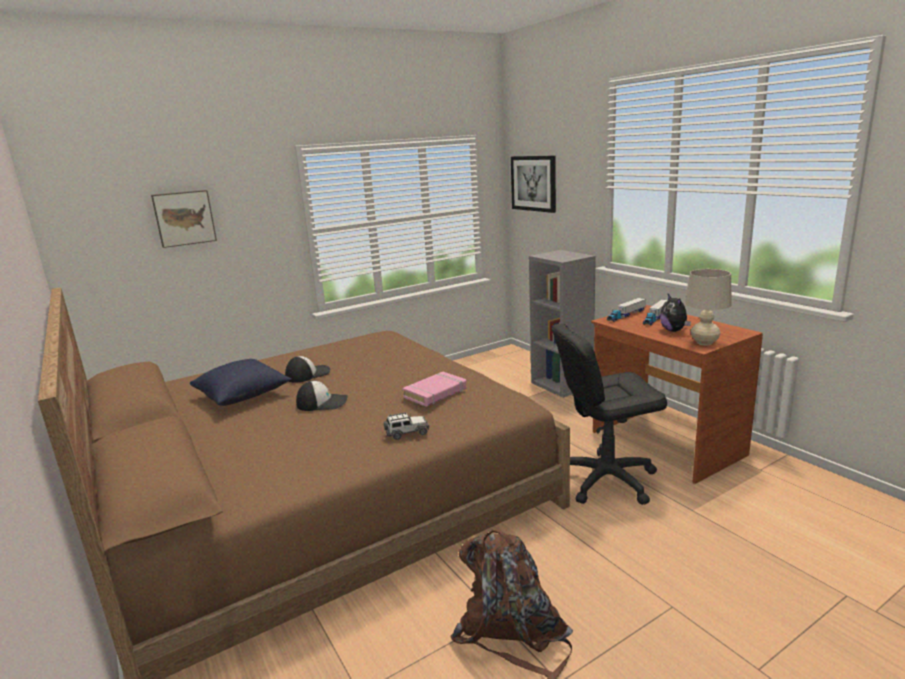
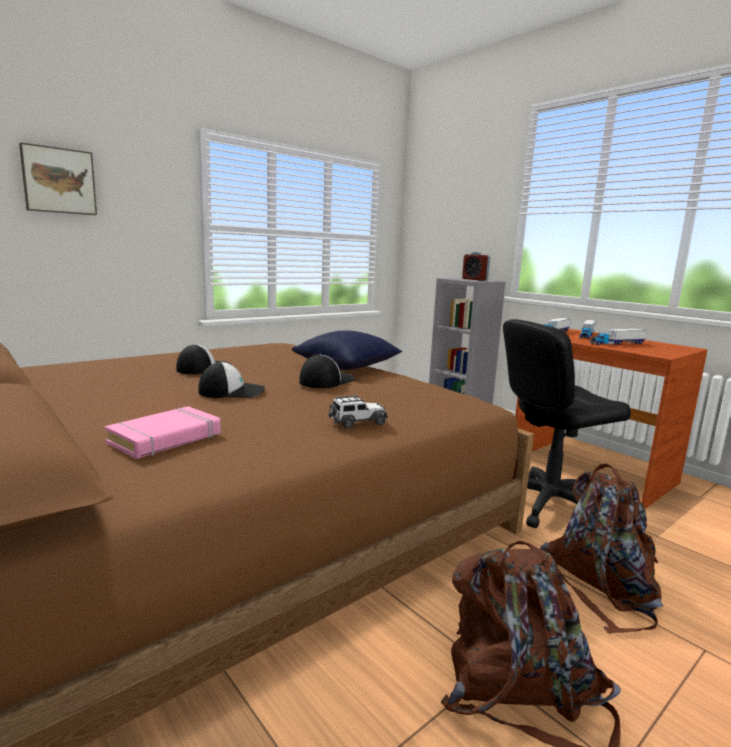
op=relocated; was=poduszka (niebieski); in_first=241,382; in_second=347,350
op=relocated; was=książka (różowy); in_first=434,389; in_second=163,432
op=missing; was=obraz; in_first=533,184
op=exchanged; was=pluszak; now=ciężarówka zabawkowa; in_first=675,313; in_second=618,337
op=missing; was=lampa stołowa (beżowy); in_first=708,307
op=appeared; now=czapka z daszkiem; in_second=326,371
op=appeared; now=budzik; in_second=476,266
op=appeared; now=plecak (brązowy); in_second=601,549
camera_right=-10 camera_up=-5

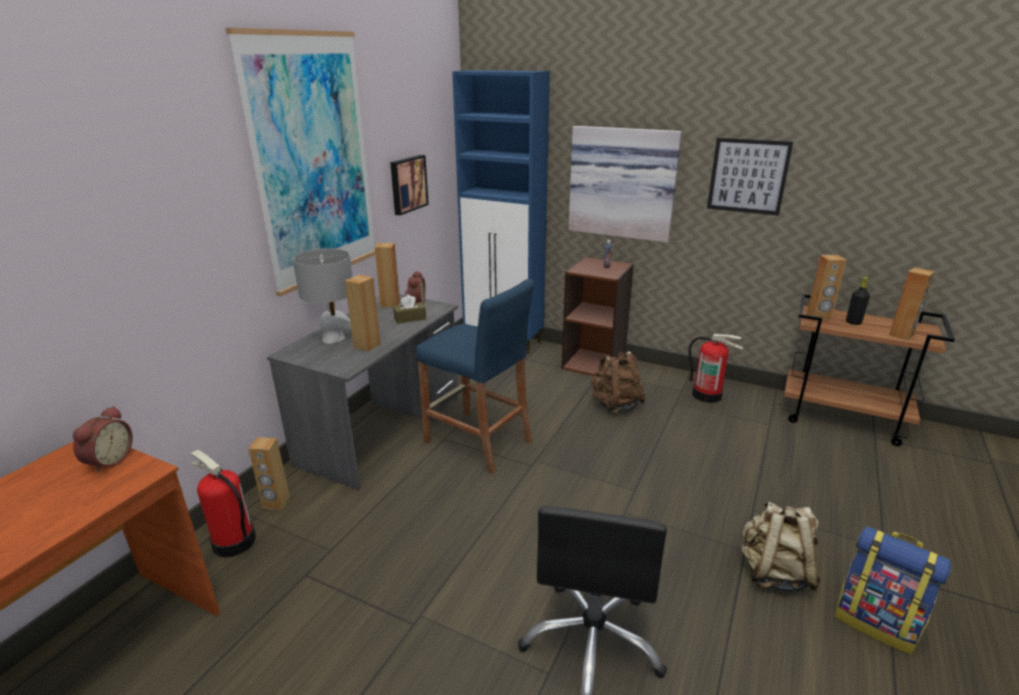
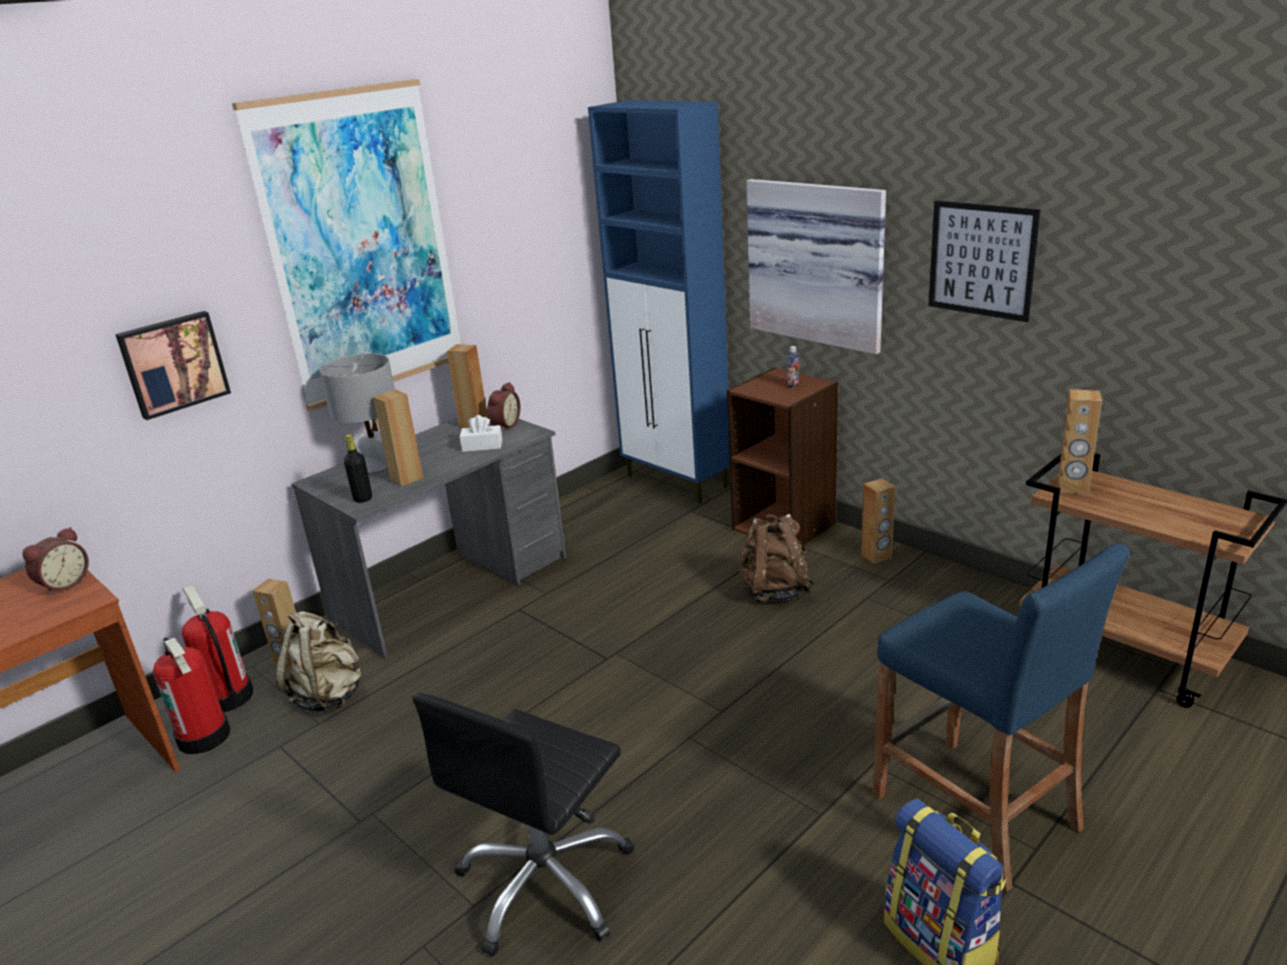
op=relocated; was=obraz; in_first=409,185; in_second=173,365
op=colour; was=pudełko chusteczek (brązowy); now=pudełko chusteczek (biały); in_first=409,309; in_second=481,433
op=relocated; was=stołek (niebieski); in_first=475,376; in_second=1001,717
op=relocated; was=gaśnica; in_first=716,368; in_second=191,696
op=relocated; was=plecak (beżowy); in_first=782,546; in_second=318,661
op=relocated; was=butelka (czarny); in_first=858,301; in_second=358,468
op=relocated; was=głośnik (brązowy); in_first=912,303; in_second=878,521
camera_right=20 camera_up=0

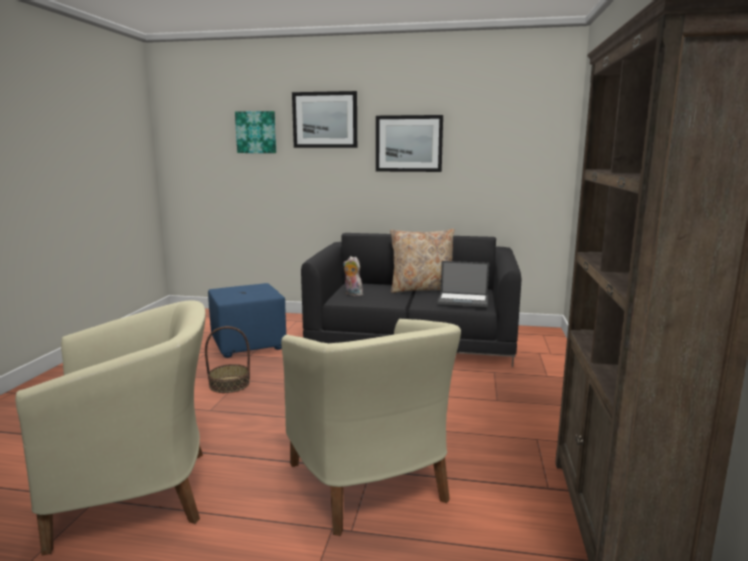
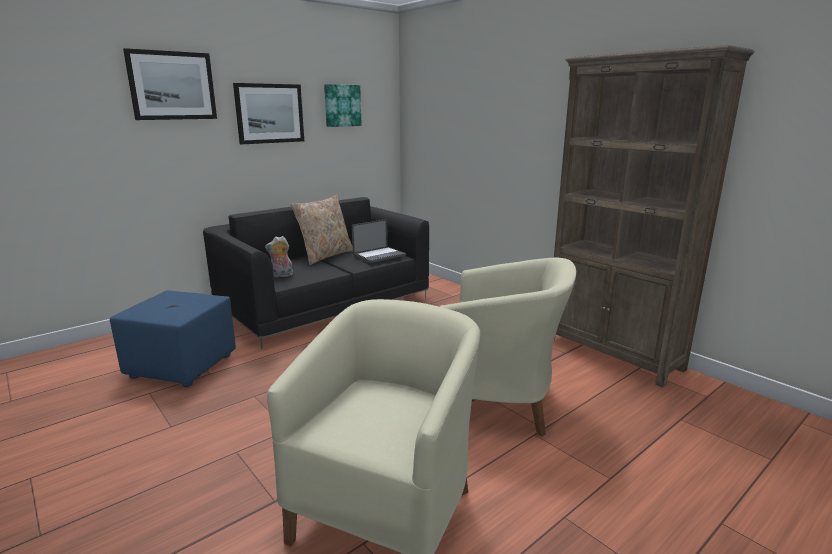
op=missing; was=koszyk; in_first=227,359
op=relocated; was=obraz; in_first=255,132; in_second=343,105
camera_right=-50 camera_up=5

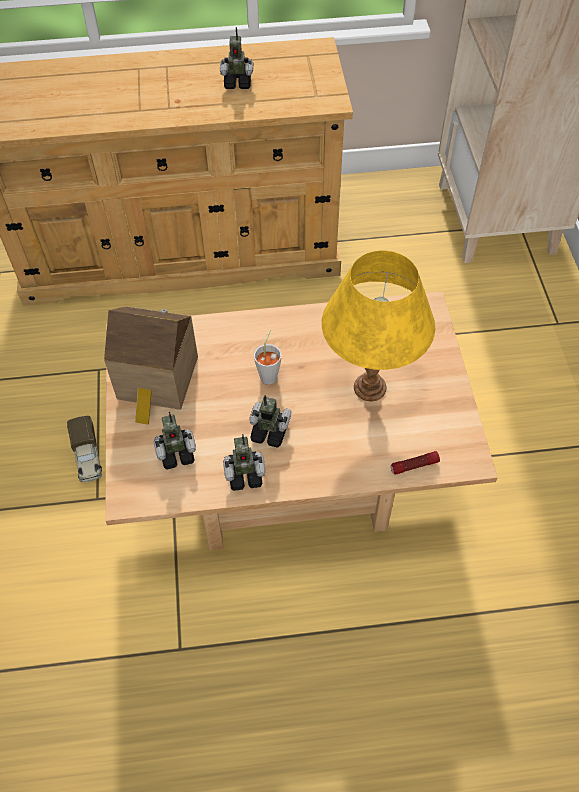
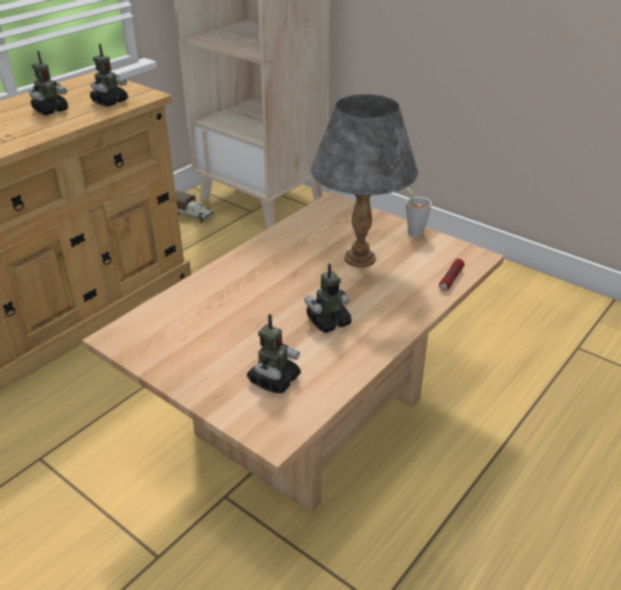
op=relocated; was=ciężarówka zabawkowa; in_first=84,449; in_second=194,206
op=missing; was=domek; in_first=151,365
op=relocated; was=robot zabawkowy; in_first=244,462; in_second=109,75
op=relocated; was=filiżanka (szary); in_first=268,357; in_second=419,212
op=colour; was=lampa stołowa (żółty); now=lampa stołowa (szary); in_first=378,325; in_second=364,180
camera_right=-45 camera_up=-20

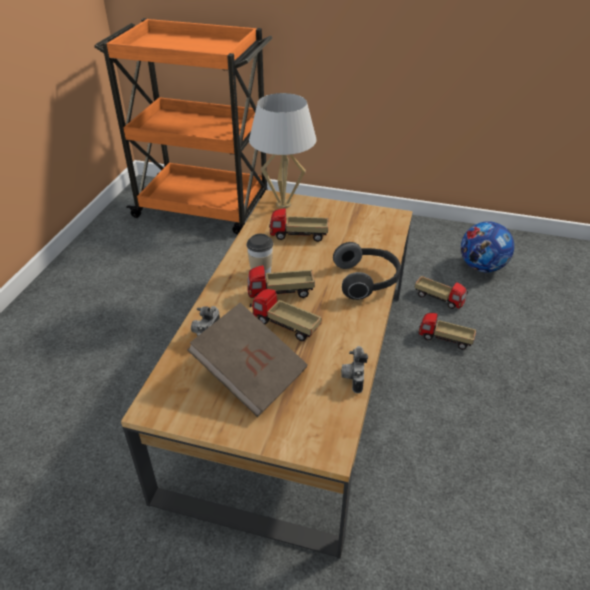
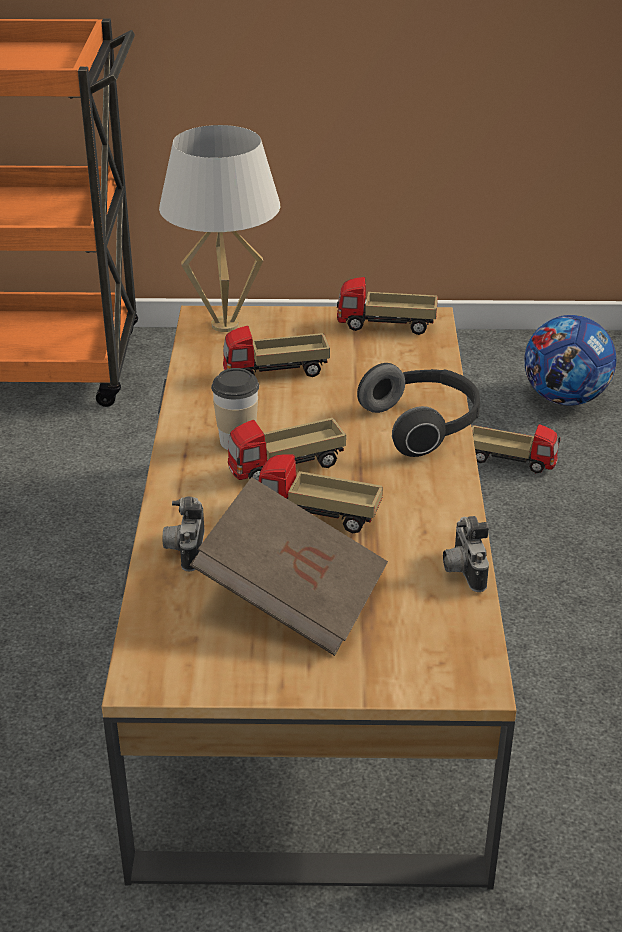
op=relocated; was=ciężarówka zabawkowa; in_first=447,331; in_second=387,306
camera_right=-15 camera_up=-5

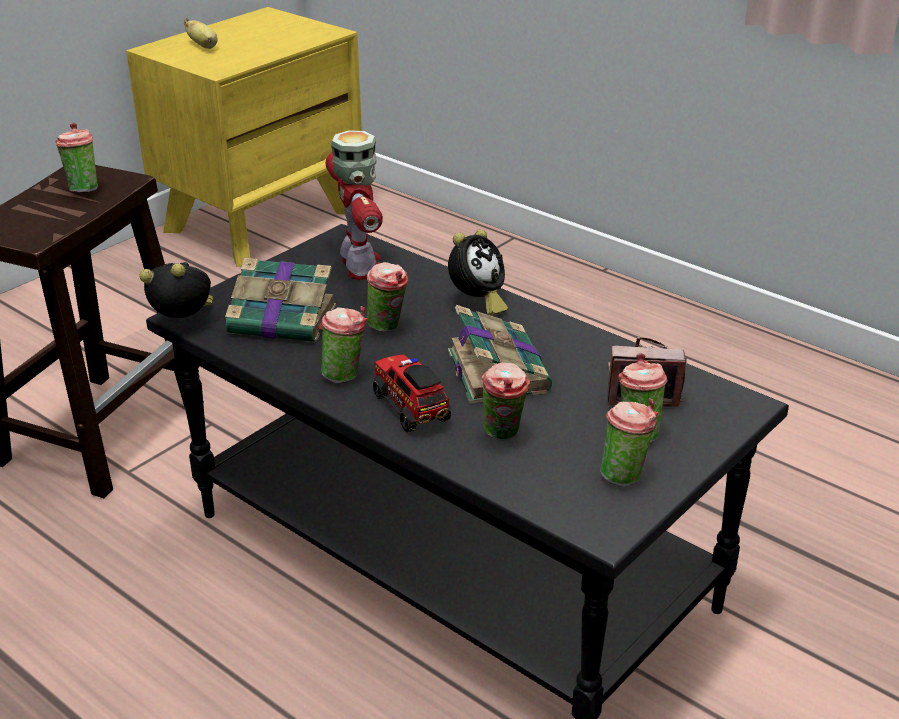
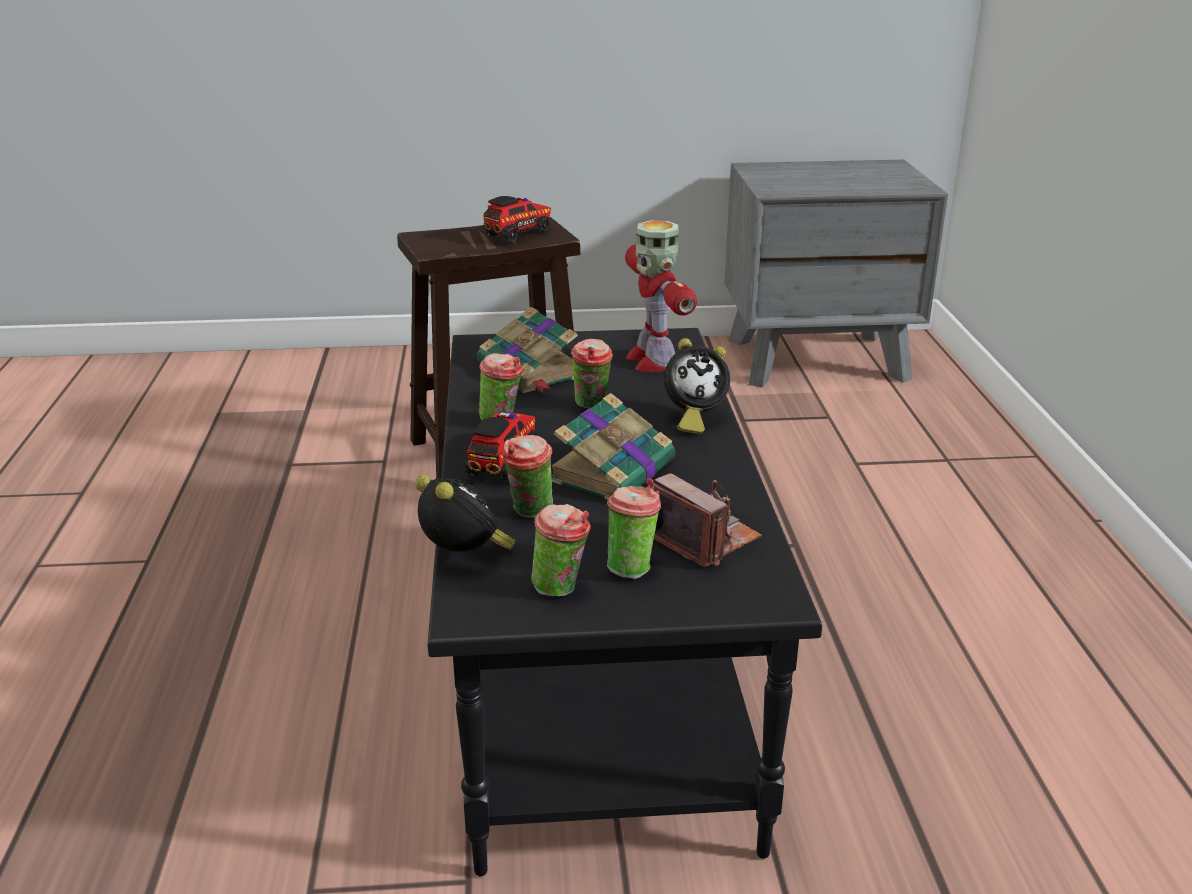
op=exchanged; was=filiżanka; now=ciężarówka zabawkowa; in_first=76,158; in_second=517,219
op=colour; was=szafka nocna (żółty); now=szafka nocna (szary); in_first=244,137; in_second=836,273
op=relocated; was=budzik; in_first=176,290; in_second=465,513
op=missing; was=banan; in_first=201,33
op=spun; was=robot zabawkowy; in_first=354,205; in_second=661,296; clockwise=135
camera_right=45 camera_up=-5

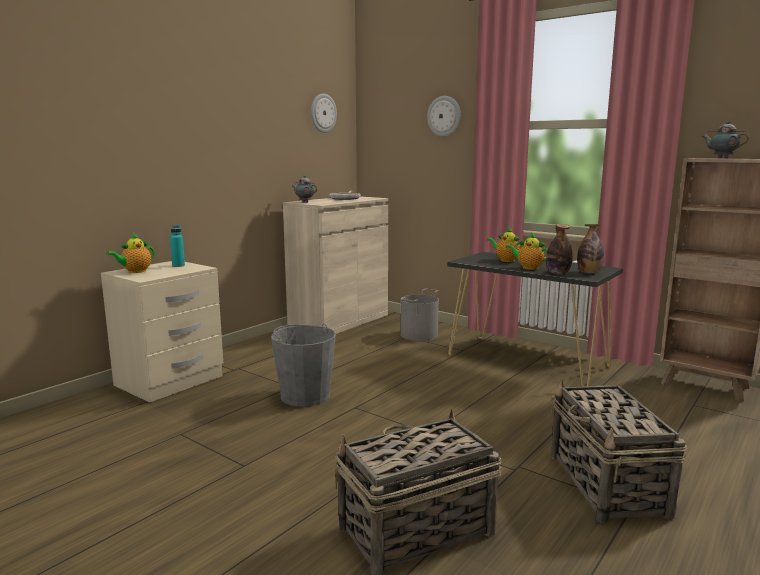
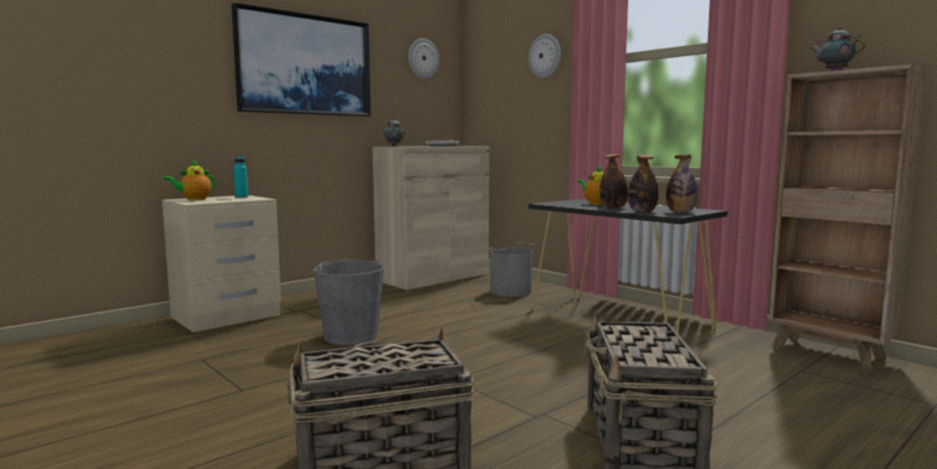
op=exchanged; was=imbryk; now=butelka; in_first=527,251; in_second=614,181
op=appeared; now=obraz; in_second=301,59
camera_right=10 camera_up=-5

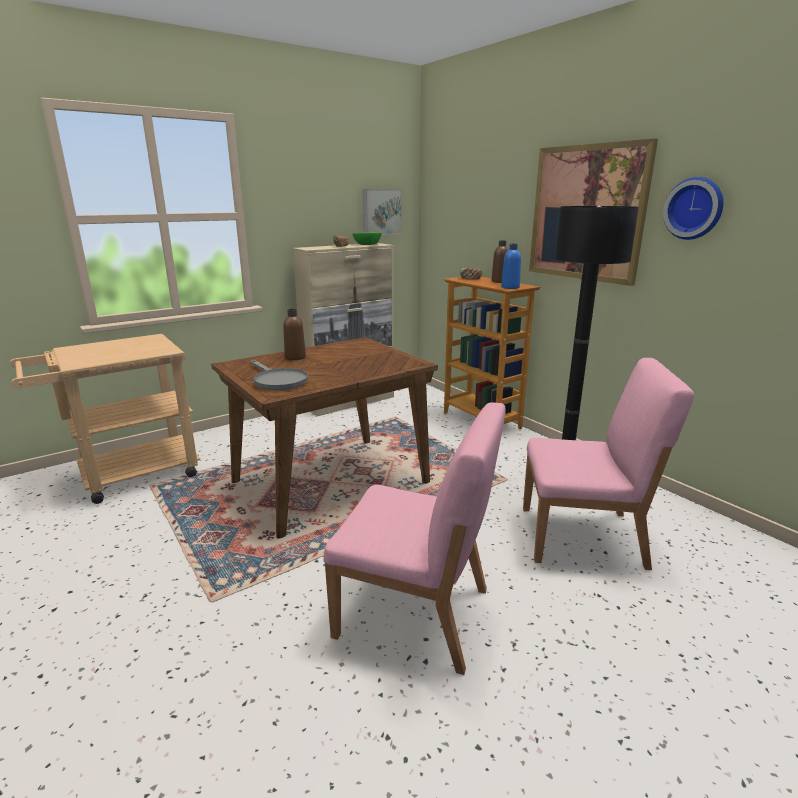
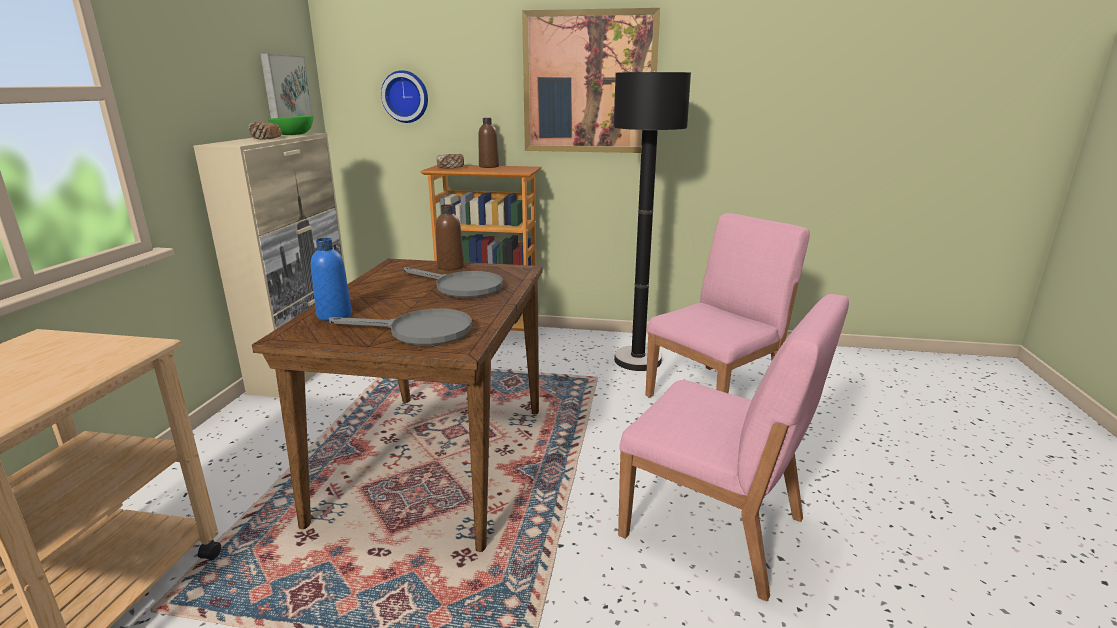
op=relocated; was=butelka (brązowy); in_first=294,334; in_second=450,237
op=spun; was=krzesło (różowy); in_first=414,538; in_second=733,448; clockwise=60
op=relocated; was=butelka (niebieski); in_first=511,266; in_second=331,279
op=relocated; was=zegar ścienny; in_first=693,208; in_second=404,96
op=appeared; now=patelnia (szary); in_second=453,282
camera_right=-45 camera_up=0

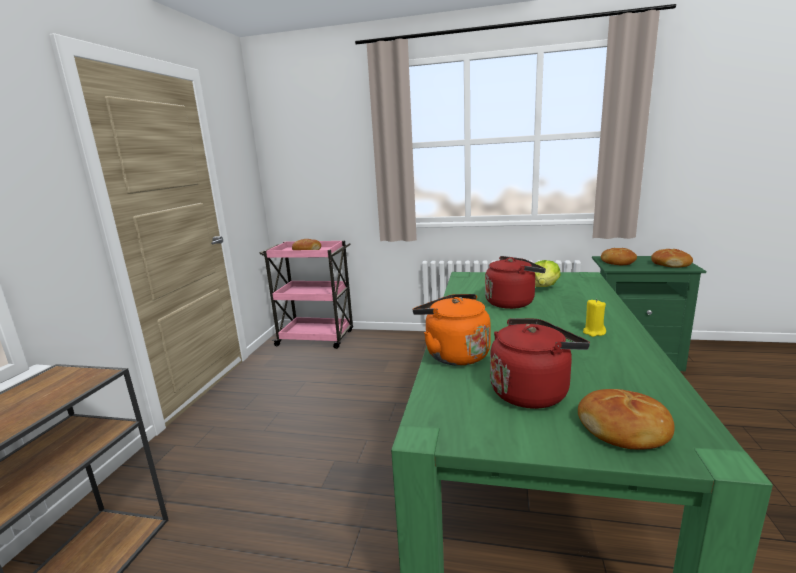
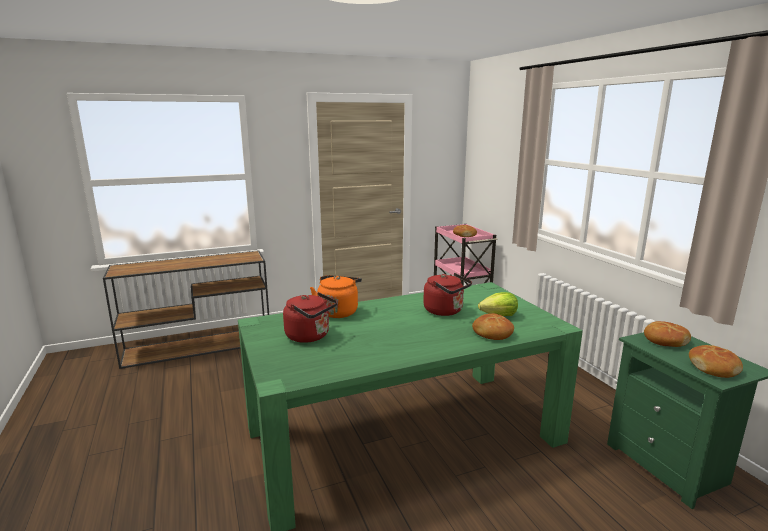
op=relocated; was=chleb; in_first=626,419; in_second=493,326
op=missing; was=świeca (żółty); in_first=594,318
camera_right=55 camera_up=0

